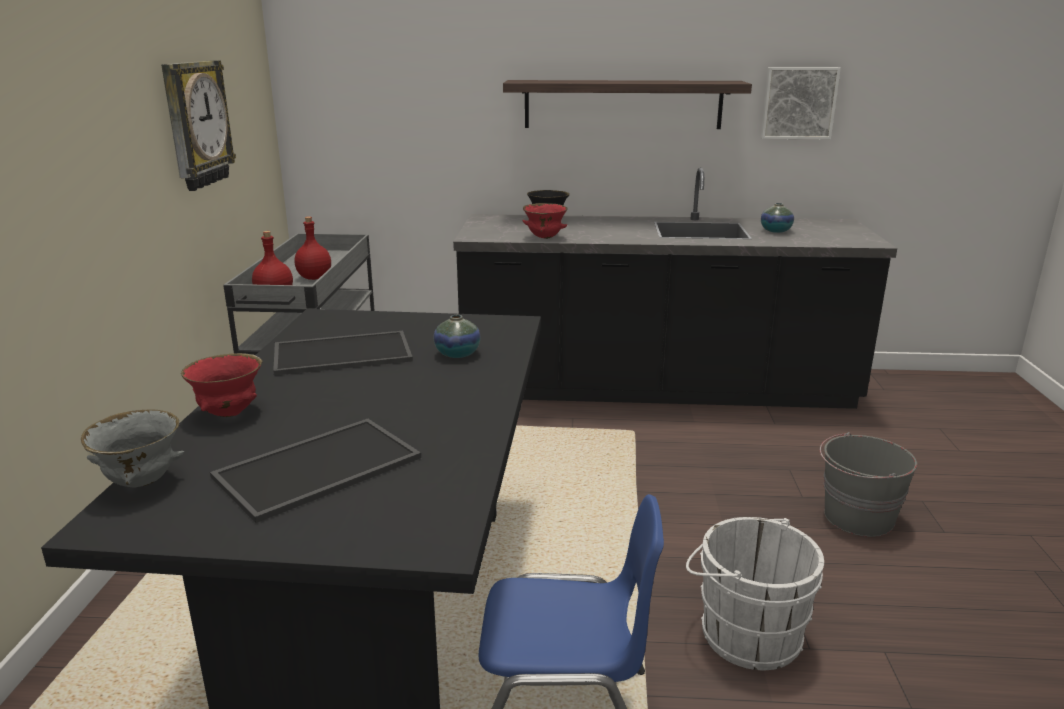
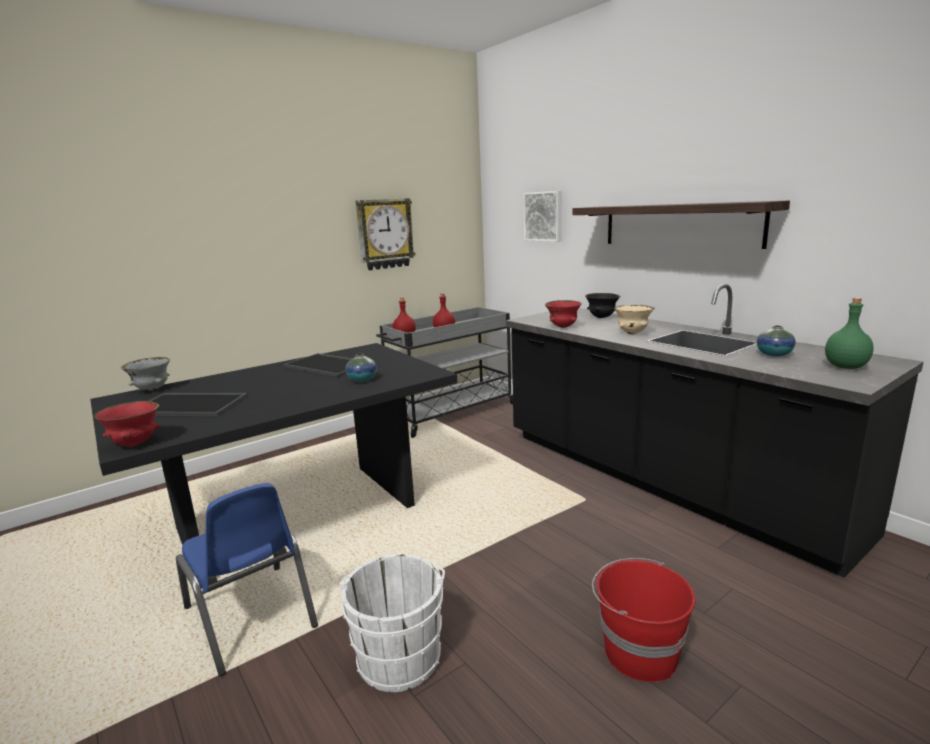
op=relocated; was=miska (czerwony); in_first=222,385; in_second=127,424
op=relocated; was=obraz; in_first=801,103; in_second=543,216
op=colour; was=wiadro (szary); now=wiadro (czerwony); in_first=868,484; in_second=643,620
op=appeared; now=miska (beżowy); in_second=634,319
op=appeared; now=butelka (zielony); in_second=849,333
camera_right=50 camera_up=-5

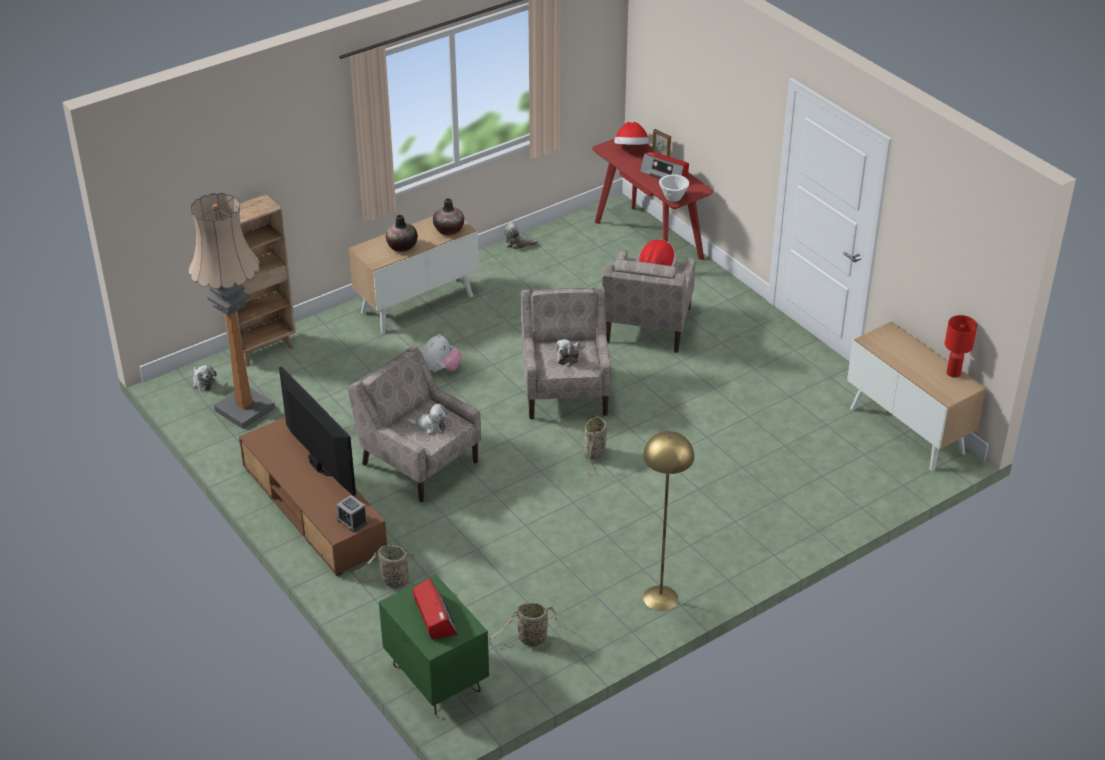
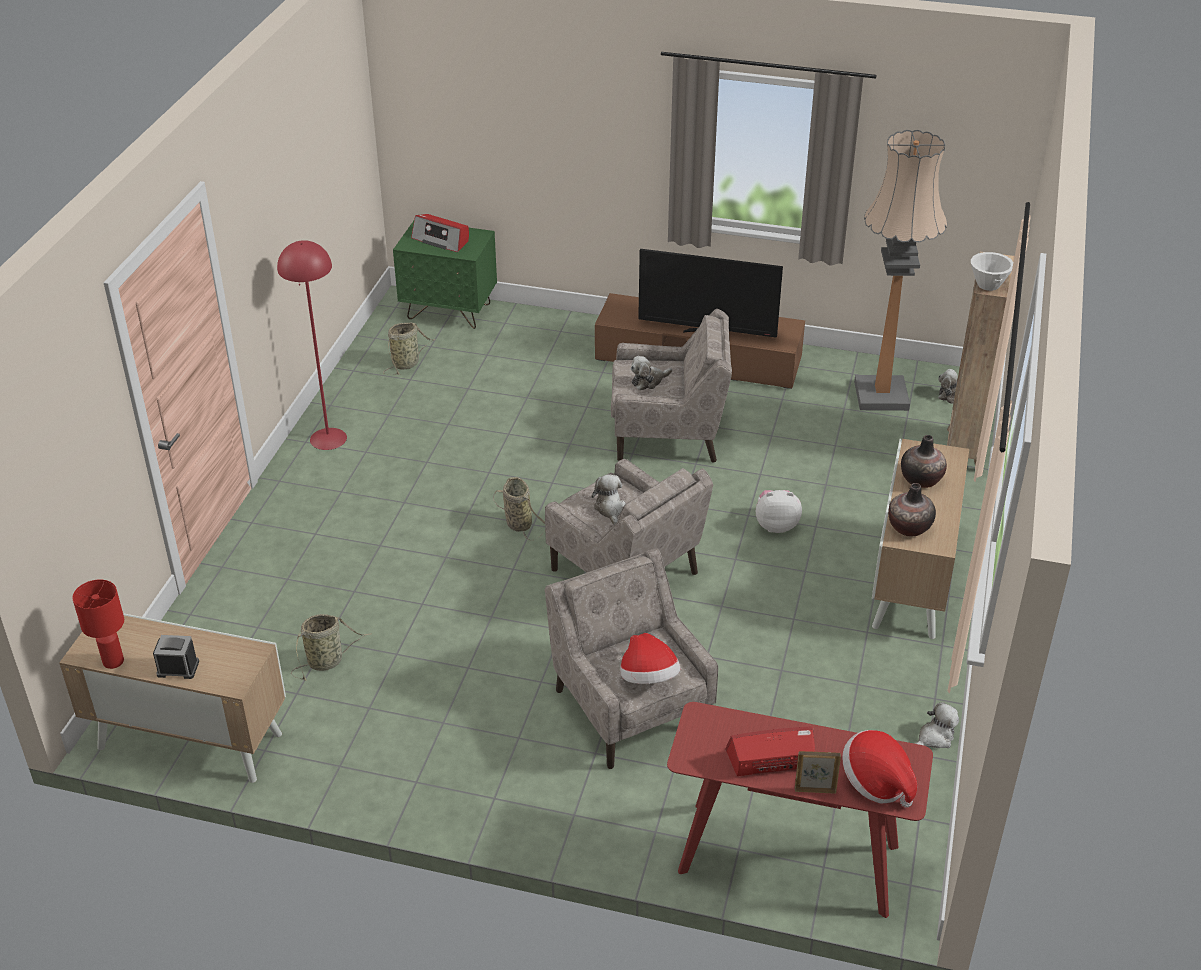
op=relocated; was=budzik; in_first=352,513; in_second=176,657
op=relocated; was=koszyk; in_first=389,567; in_second=331,647
op=spun; was=pluszak; in_first=442,353; in_second=779,511; clockwise=105
op=colour; was=lampa stojąca (żółty); now=lampa stojąca (czerwony); in_first=668,521; in_second=312,345
op=relocated; was=miska (biały); in_first=674,188; in_second=992,271
camera_right=140 camera_up=0

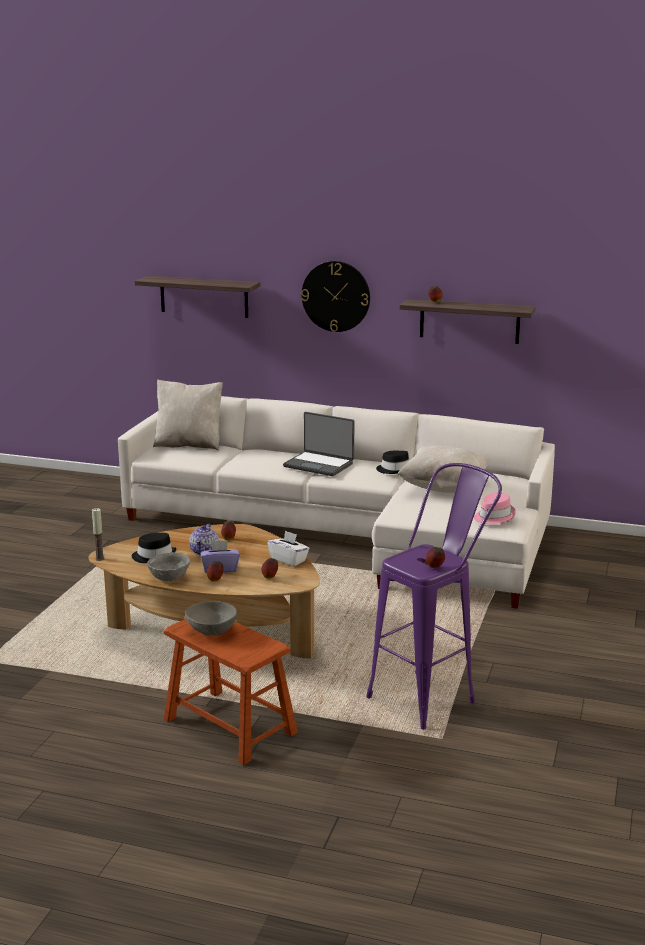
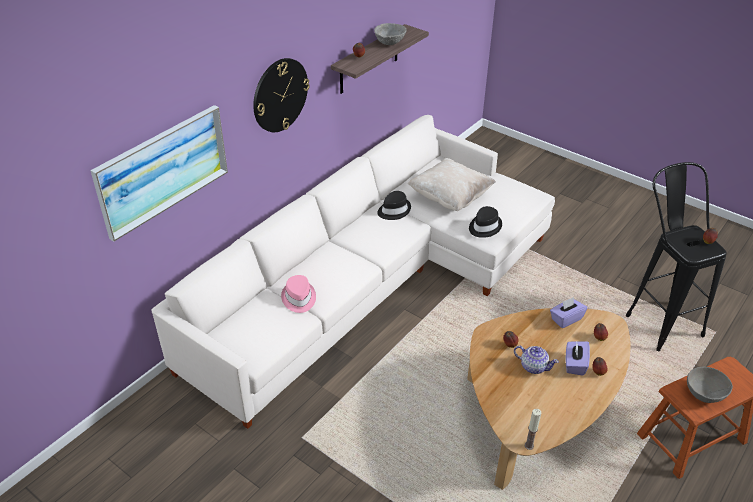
op=relocated; was=kapelusz (czarny); in_first=154,548; in_second=485,222
op=exchanged; was=półka; now=obraz; in_first=197,297; in_second=159,173
op=relocated; was=miska (szary); in_first=169,566; in_second=390,34
op=missing; was=poduszka (beżowy); in_first=188,415
op=colour; was=pudełko chusteczek (biały); now=pudełko chusteczek (fioletowy); in_first=288,548; in_second=568,312
op=missing; was=laptop; in_first=319,444
op=colour; was=stołek (fioletowy); now=stołek (czarny); in_first=434,596; in_second=676,256
op=relocated; was=kapelusz (różowy); in_first=495,508; in_second=298,294
camera_right=-70 camera_up=20

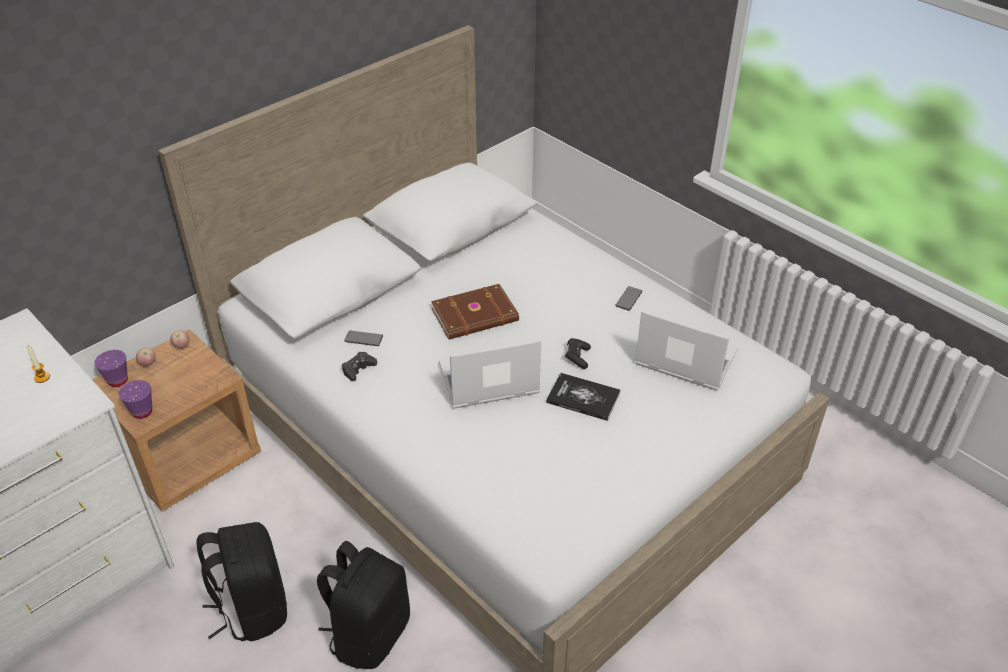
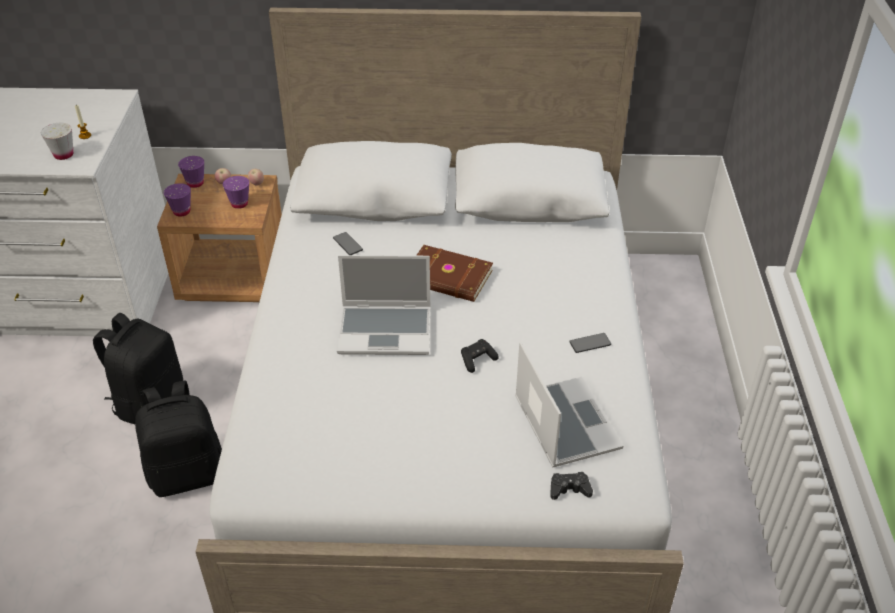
op=relocated; was=pad do gier (czarny); in_first=359,366; in_second=571,486
op=spun; was=laptop; in_first=490,373; in_second=384,305; clockwise=150
op=missing; was=książka; in_first=583,397
op=appeared; now=filiżanka (biały); in_second=57,141
op=appeared; now=filiżanka (fioletowy); in_second=236,192
camera_right=45 camera_up=0

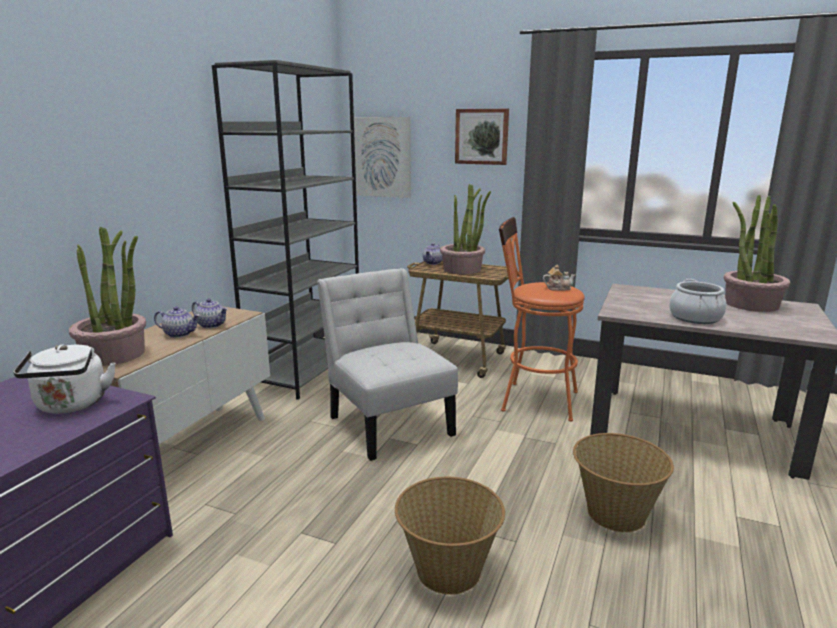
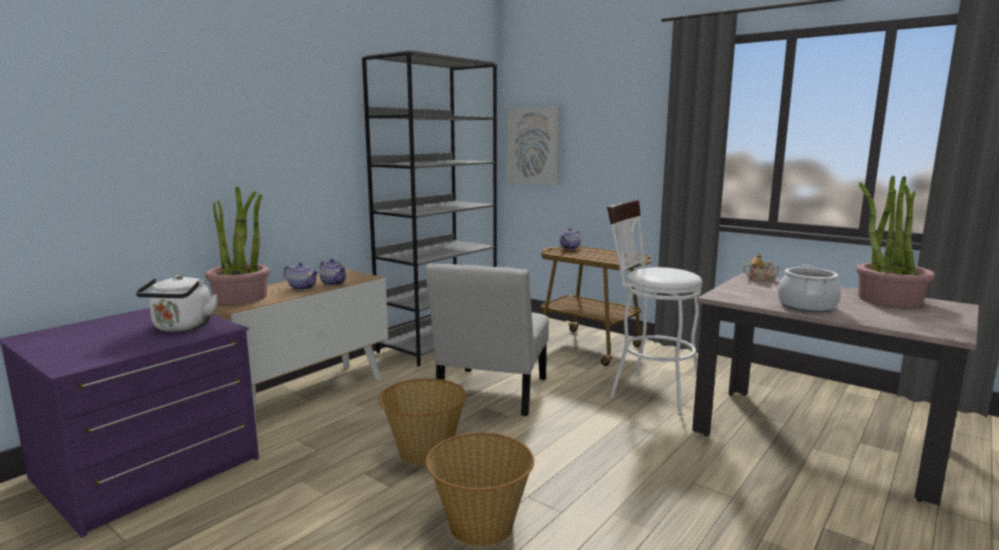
op=spun; was=krzesło (biały); in_first=387,364; in_second=487,339; clockwise=-150
op=missing; was=roślina doniczkowa; in_first=465,229
op=missing; was=obraz; in_first=482,137
op=colour; was=stołek (pomarańczowy); now=stołek (biały); in_first=542,319; in_second=654,307
op=relocated; was=imbryk; in_first=559,278; in_second=762,268
op=relocated; was=koszyk; in_first=623,482; in_second=422,421
camera_right=15 camera_up=-5

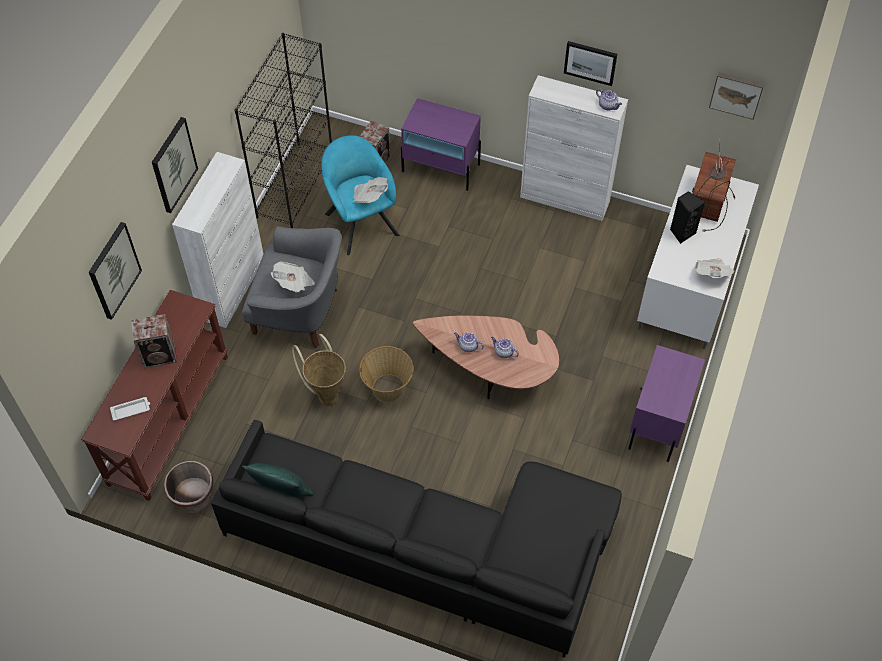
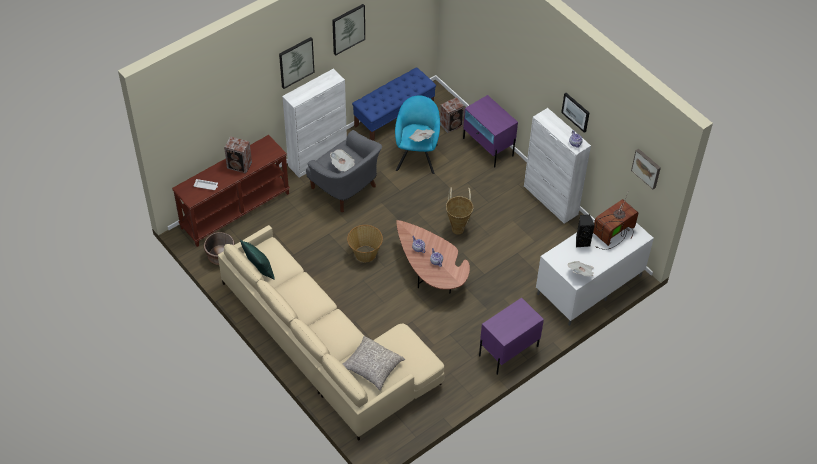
op=relocated; was=obraz; in_first=115,271; in_second=348,30
op=colour; was=kanapa (czarny); now=kanapa (beżowy); in_first=416,539; in_second=331,333
op=exchanged; was=regał (czarny); now=ławka (niebieski); in_first=283,130; in_second=394,104
op=relocated; was=koszyk; in_first=319,370; in_second=459,211
op=appeared; now=poduszka (szary); in_second=374,363
camera_right=30 camera_up=-5

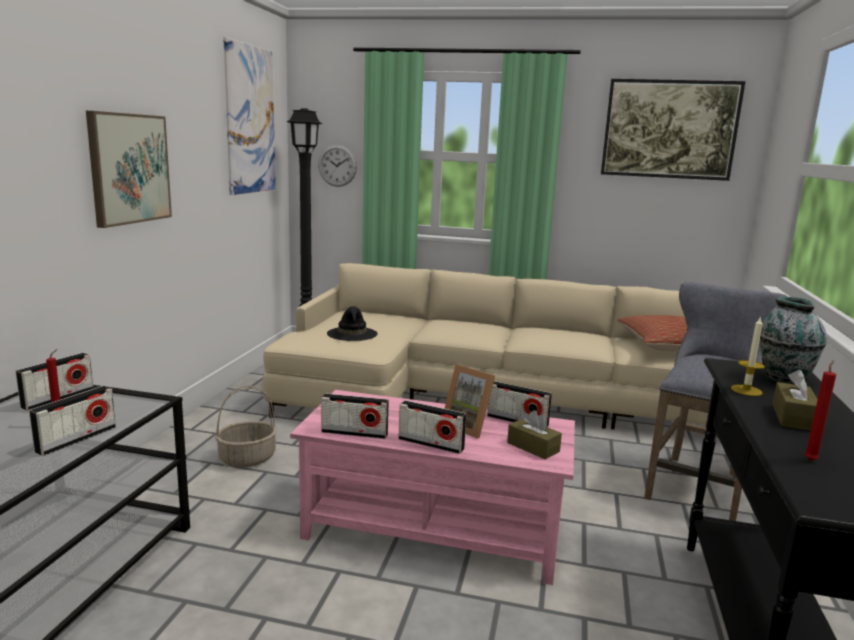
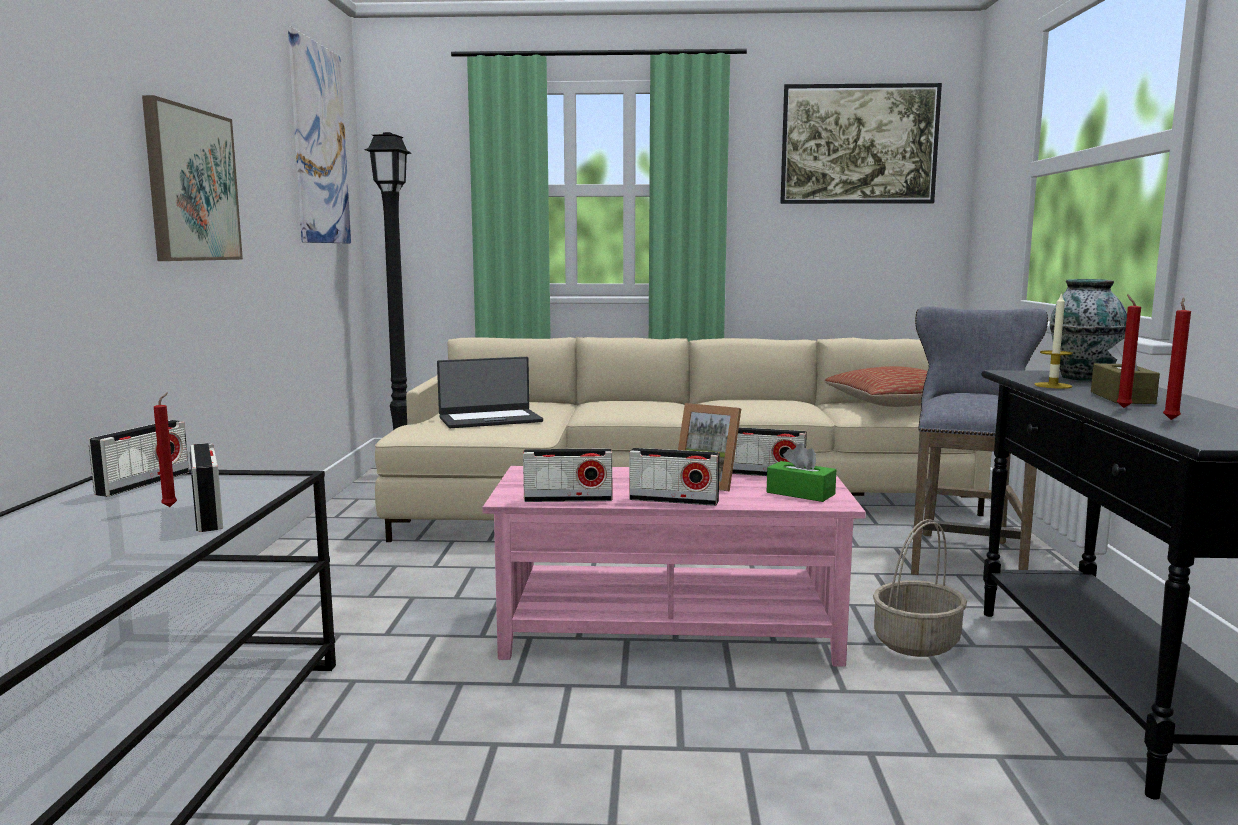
op=spun; was=radio; in_first=72,421; in_second=206,487; clockwise=-45
op=relocated; was=koszyk; in_first=246,427; in_second=920,588
op=missing; was=zegar ścienny; in_first=337,166
op=exchanged; was=kapelusz (czarny); now=laptop; in_first=352,323; in_second=490,392
op=colour; was=pudełko chusteczek (brązowy); now=pudełko chusteczek (zielony); in_first=534,434; in_second=801,472
op=appeared; now=świeca (czerwony); in_second=1128,351
camera_right=-10 camera_up=-5

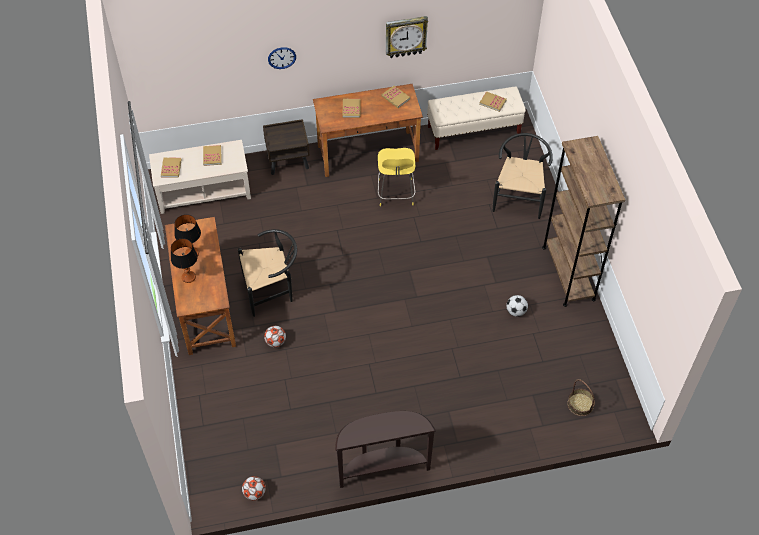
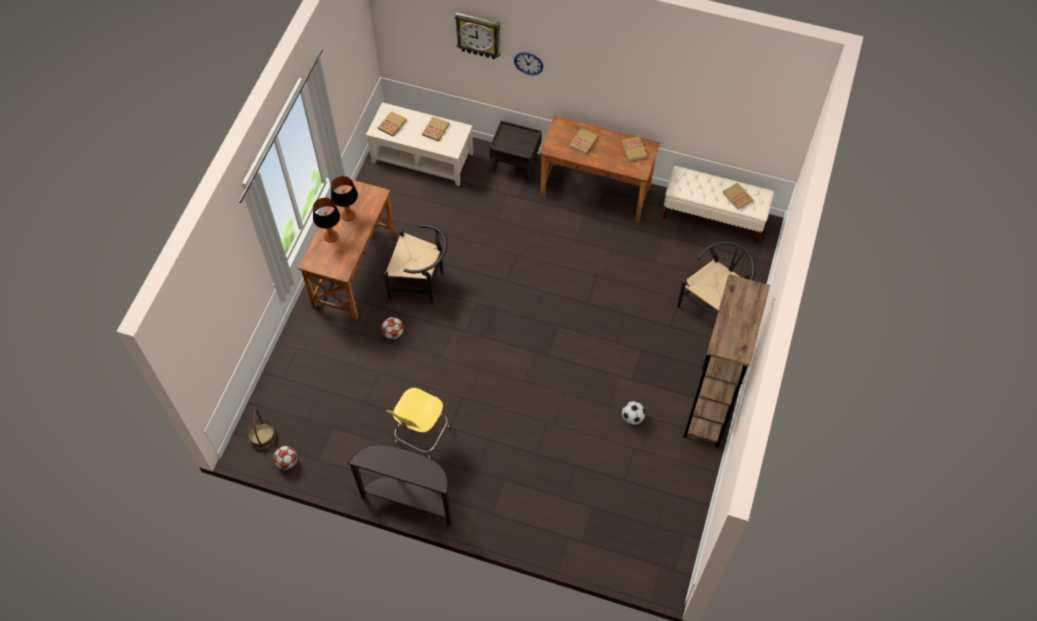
op=relocated; was=stołek (żółty); in_first=396,177; in_second=417,423
op=relocated; was=zegar ścienny; in_first=407,37; in_second=478,35
op=relocated; was=koszyk; in_first=581,397; in_second=261,429
camera_right=30 camera_up=5

